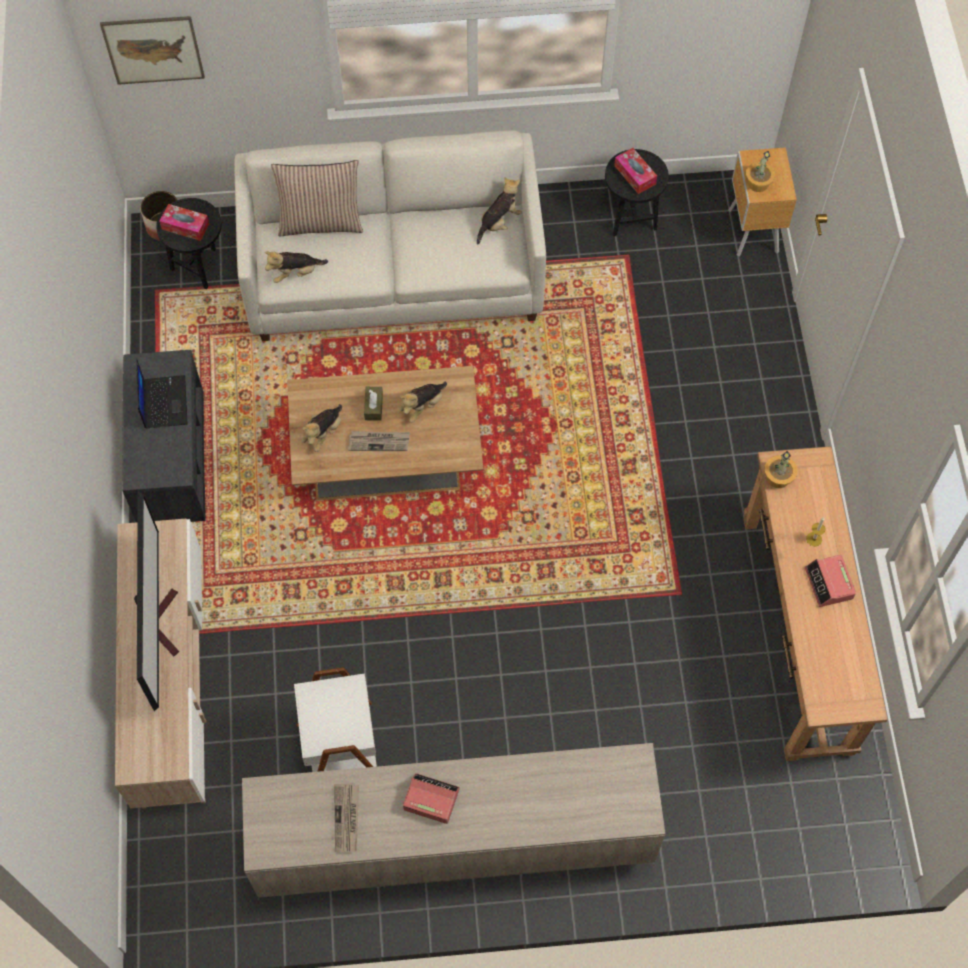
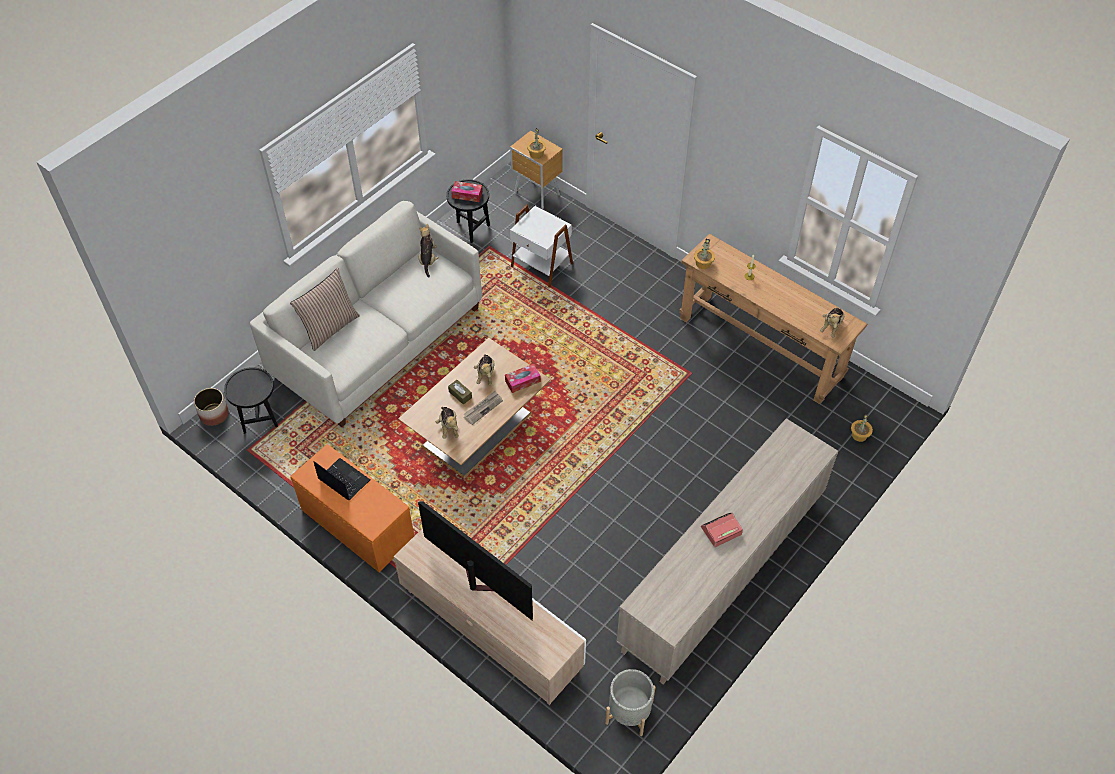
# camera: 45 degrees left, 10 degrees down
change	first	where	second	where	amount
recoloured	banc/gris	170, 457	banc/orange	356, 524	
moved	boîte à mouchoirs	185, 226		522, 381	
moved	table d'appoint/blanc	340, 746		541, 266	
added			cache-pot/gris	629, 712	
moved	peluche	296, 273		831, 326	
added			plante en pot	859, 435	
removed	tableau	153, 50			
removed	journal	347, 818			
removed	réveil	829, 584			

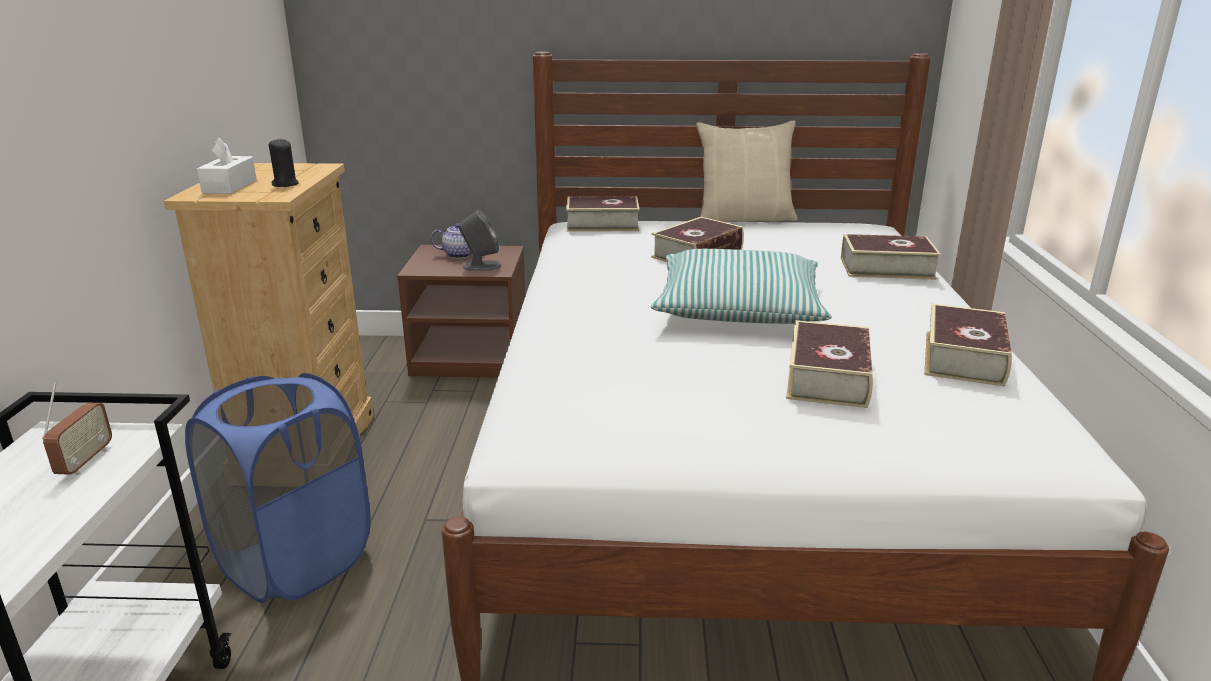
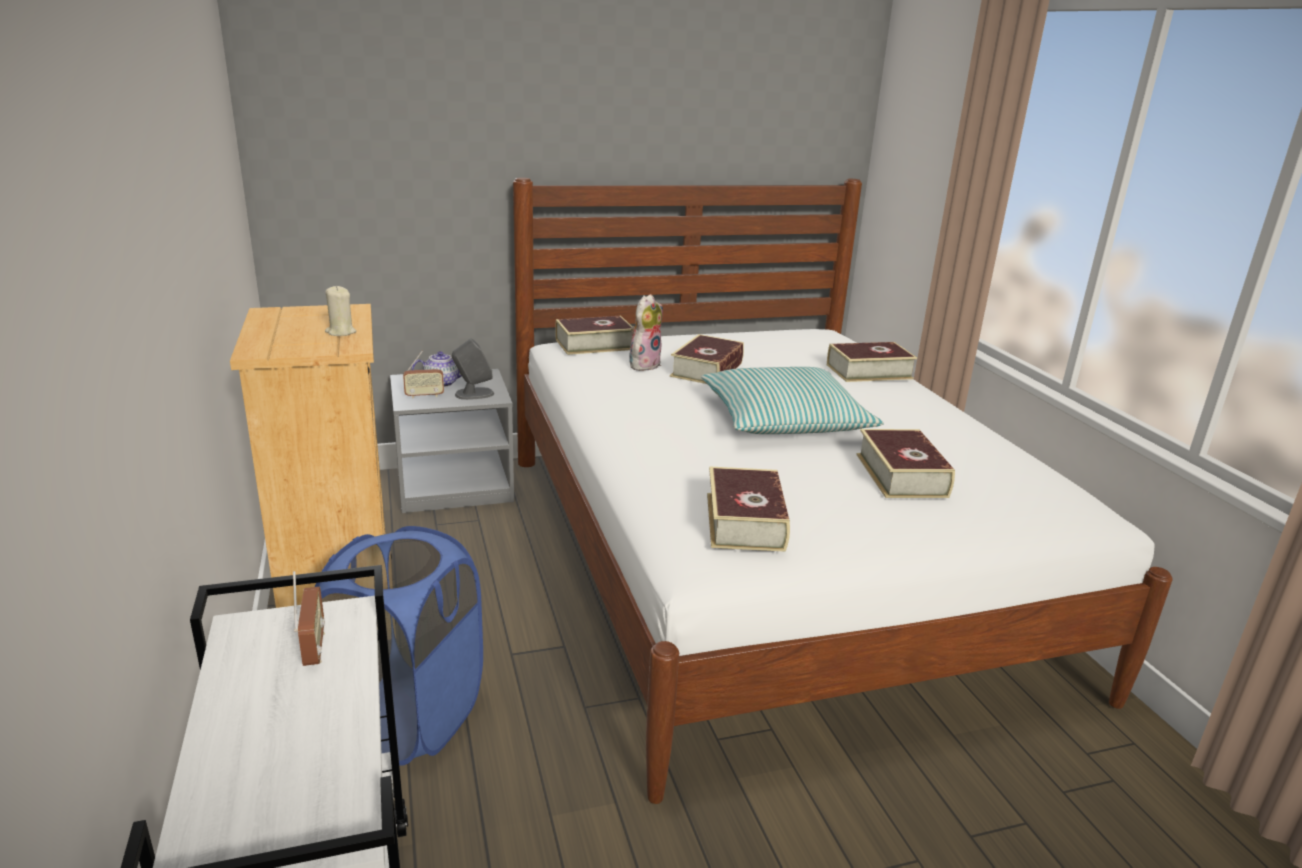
# camera: 20 degrees left, 0 degrees up
change	first	where	second	where	amount
recoloured	bougie/noir	285, 184	bougie/beige	340, 332	
recoloured	table de chevet/marron	472, 357	table de chevet/gris	455, 486	
added			radio	424, 396	
added			peluche	644, 364	
moved	livre	964, 358		745, 521	
removed	boîte à mouchoirs/blanc	230, 186			
removed	coussin/beige	744, 218			

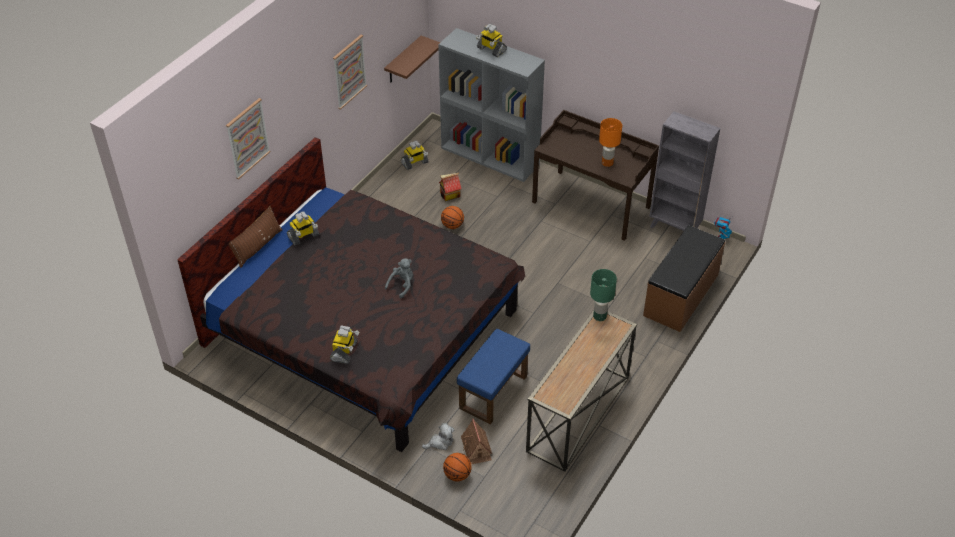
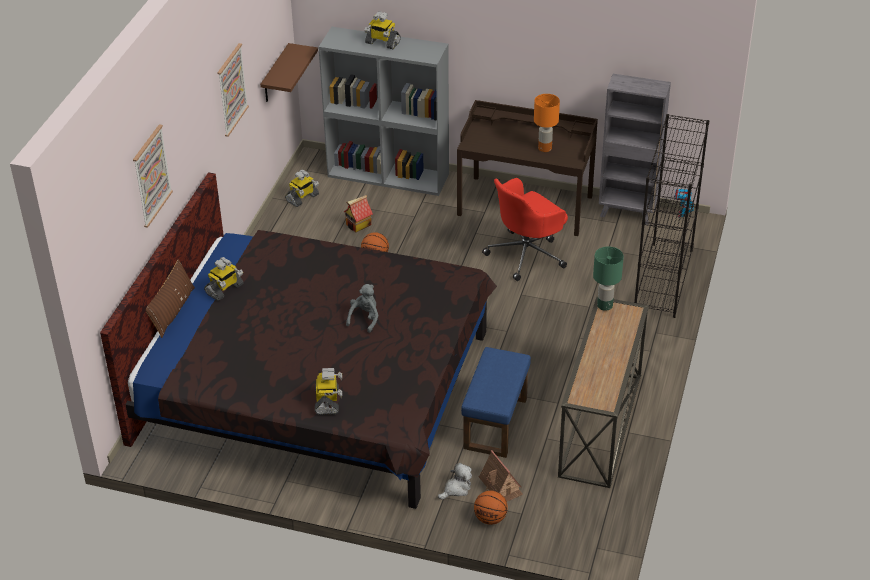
# camera: 15 degrees left, 5 degrees down
change	first	where	second	where	amount
added			chaise de bureau/rouge	527, 254	
replaced	banc/marron	681, 295	bibliothèque/noir	664, 280	

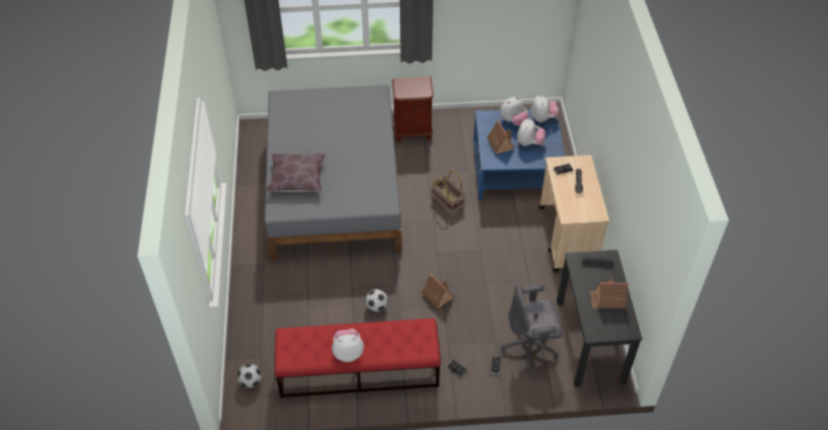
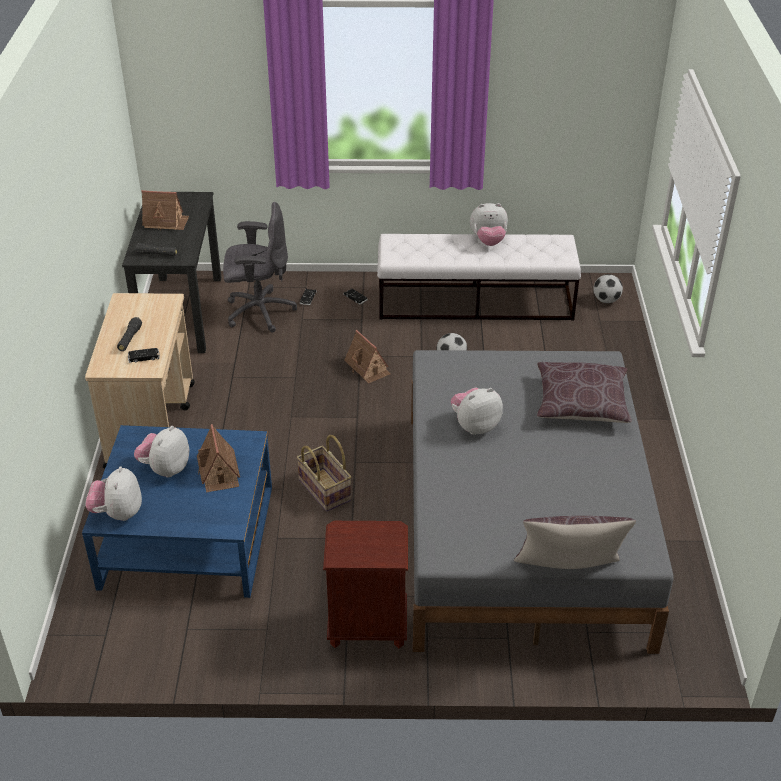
# camera: 175 degrees left, 10 degrees down
change	first	where	second	where	amount
recoloured	banc/rouge	358, 371	banc/blanc	476, 302	
moved	peluche	513, 121		474, 426	
added			coussin/marron	568, 573	

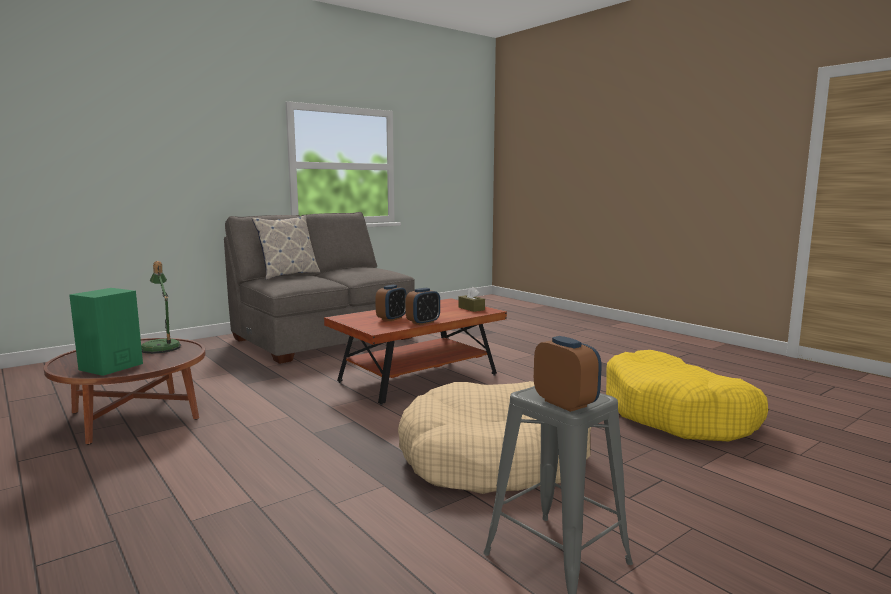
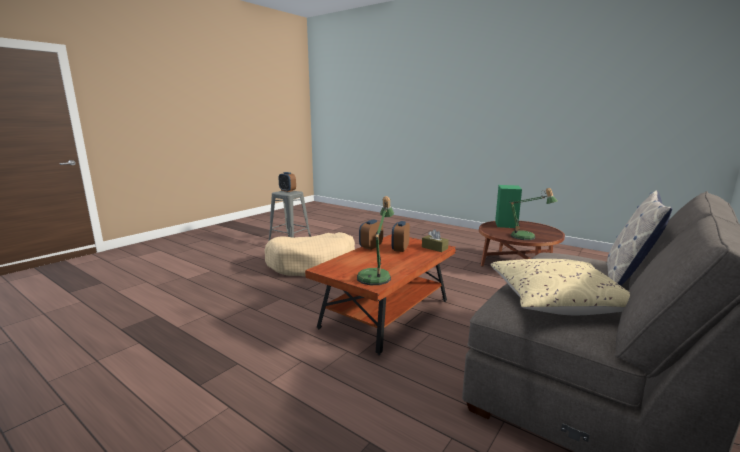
# camera: 165 degrees right, 5 degrees up
change	first	where	second	where	amount
added			lampe de table	376, 276	
moved	boîte à mouchoirs/marron	471, 308		434, 248	
added			coussin/beige	557, 301	
removed	panier pour chien/jaune	677, 415			

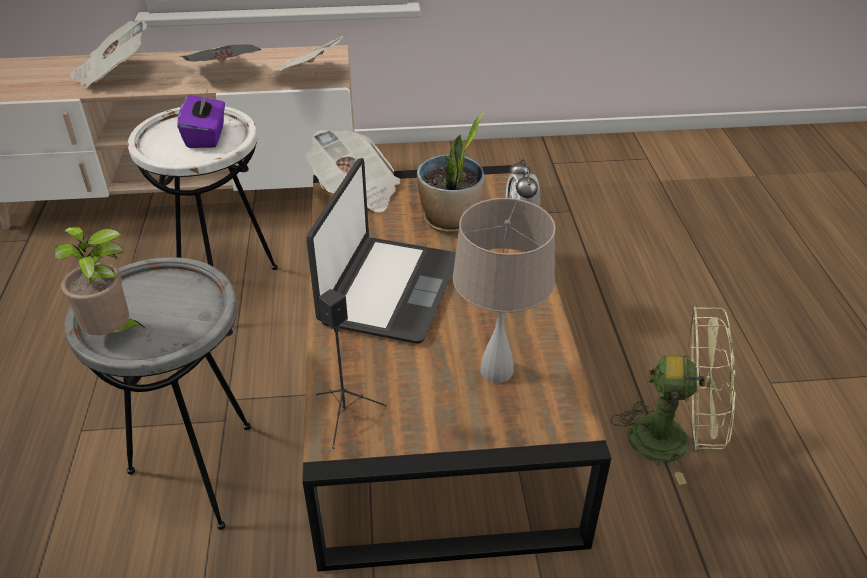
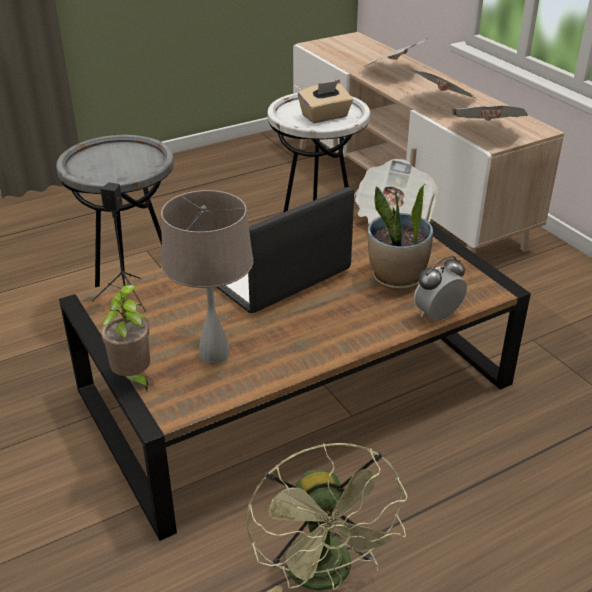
# camera: 65 degrees right, 5 degrees down
change	first	where	second	where	amount
moved	plante en pot	113, 334		133, 378	
turned	ordinateur portable	388, 290		276, 274	150 degrees clockwise
recoloured	boîte à mouchoirs/violet	206, 136	boîte à mouchoirs/beige	325, 116	

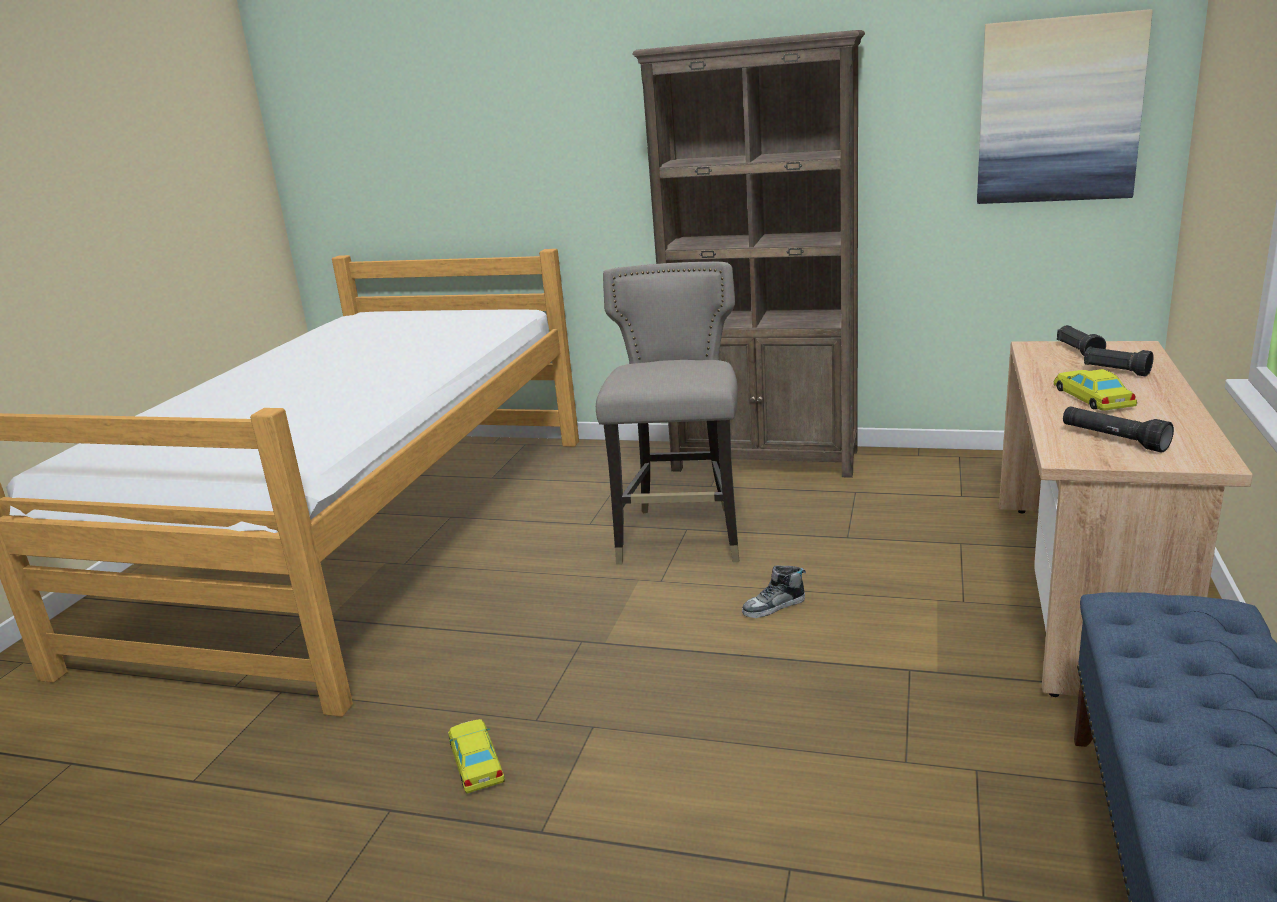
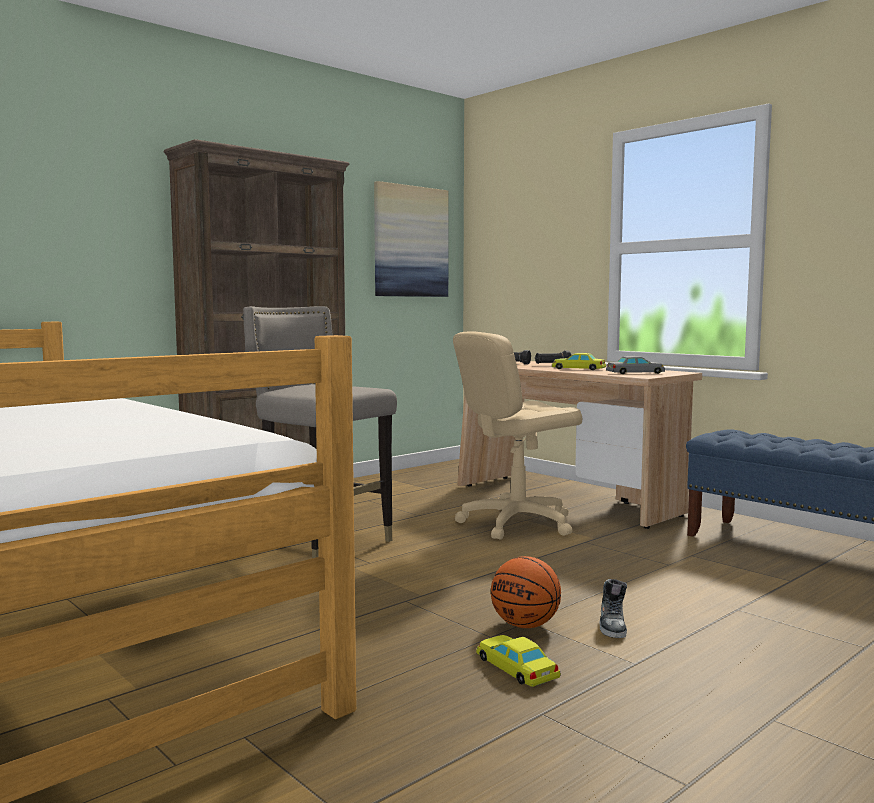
# camera: 60 degrees left, 15 degrees down
change	first	where	second	where	amount
added			chaise de bureau/beige	516, 523	
turned	petite voiture/jaune	476, 761		516, 667	45 degrees clockwise
added			ballon de basket	525, 625	
moved	chaussure	774, 606		613, 625	
replaced	lampe de poche/noir	1113, 440	petite voiture/gris	635, 373	

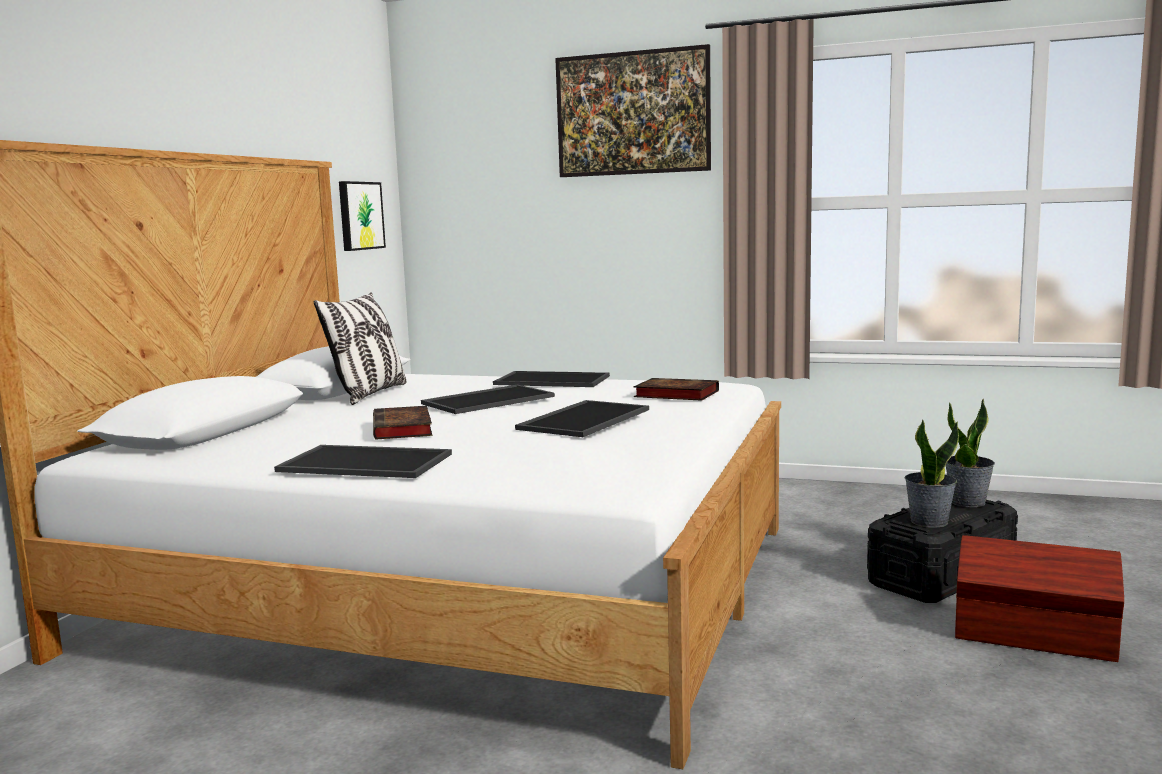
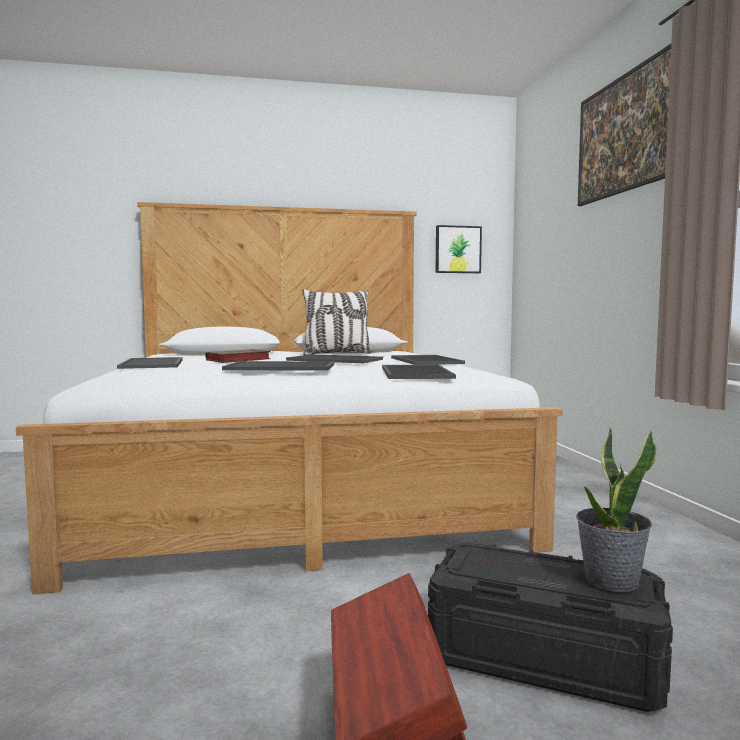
# camera: 60 degrees right, 5 degrees down
change	first	where	second	where	amount
replaced	livre	674, 394	plateau	414, 372	
removed	plante en pot	928, 521			

